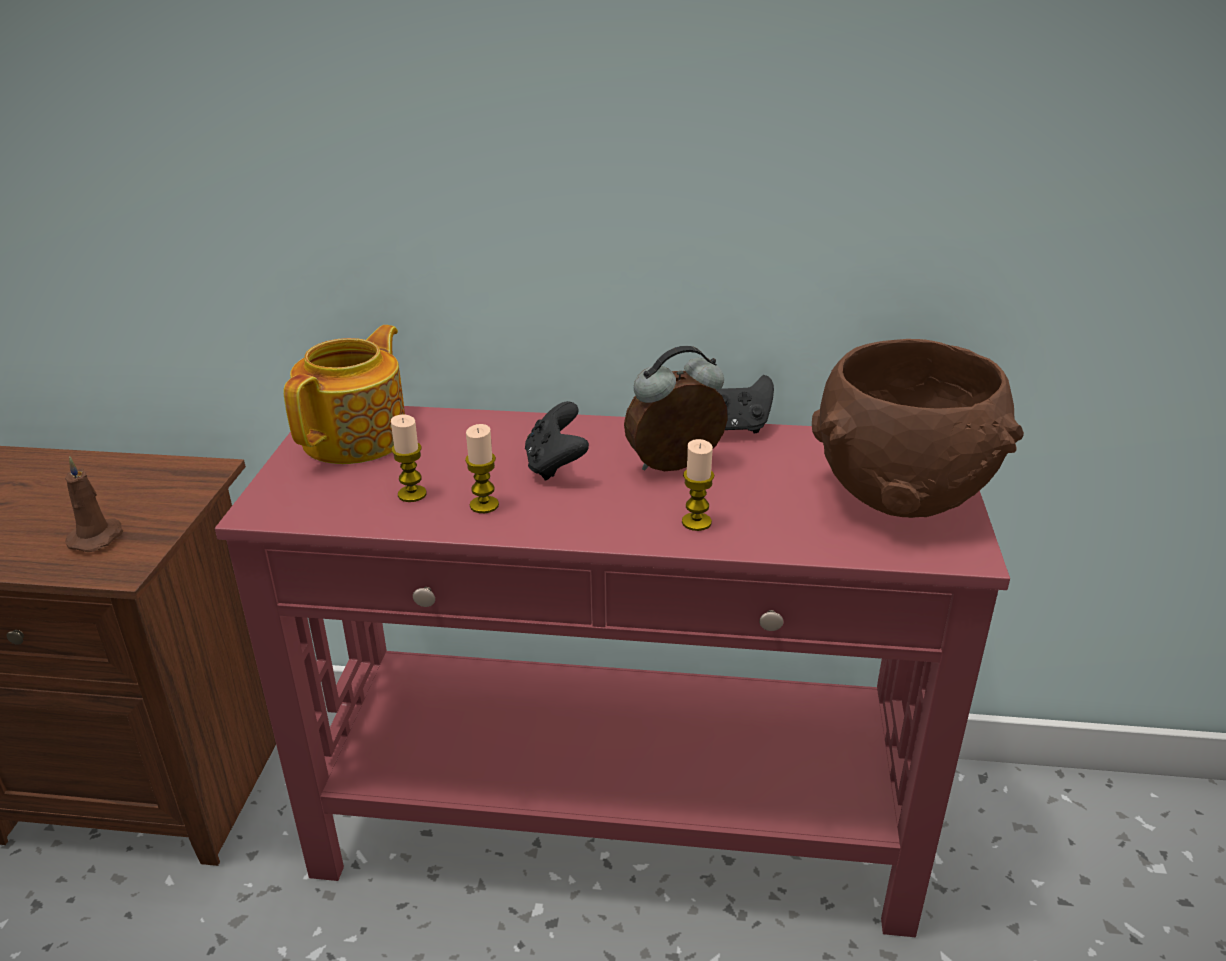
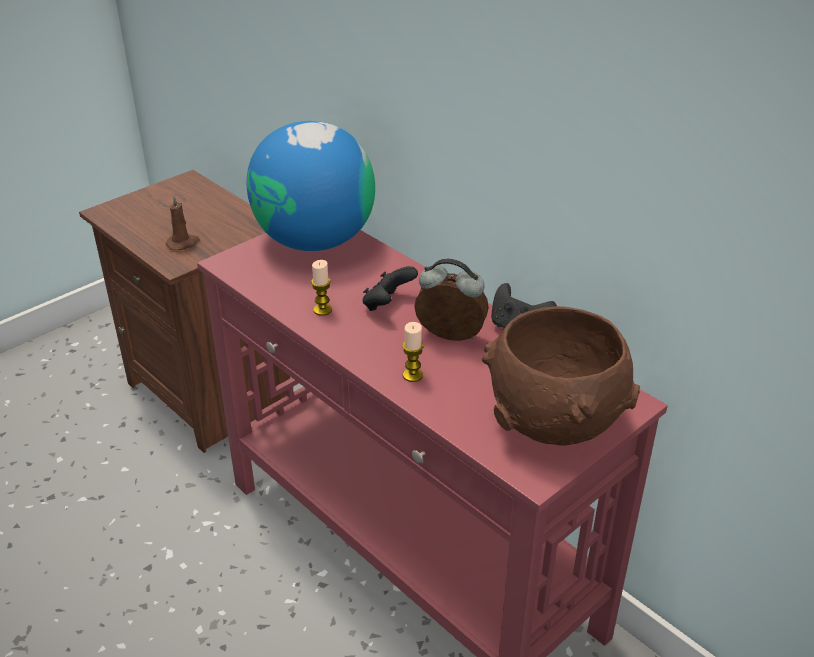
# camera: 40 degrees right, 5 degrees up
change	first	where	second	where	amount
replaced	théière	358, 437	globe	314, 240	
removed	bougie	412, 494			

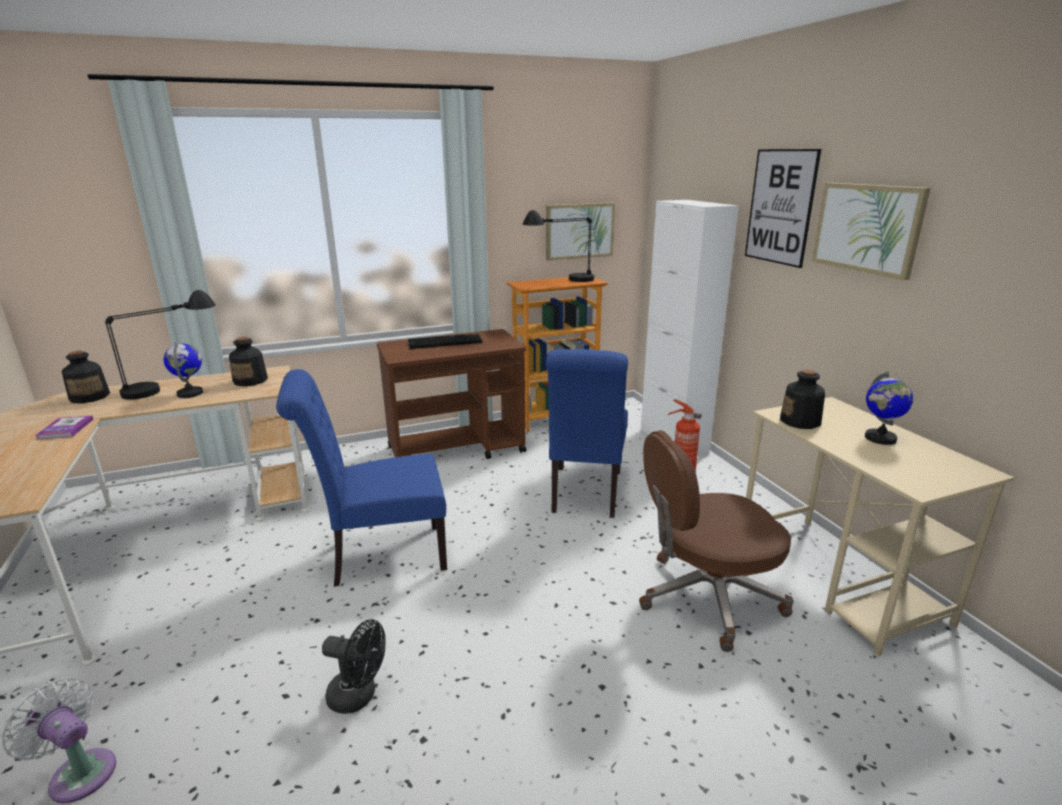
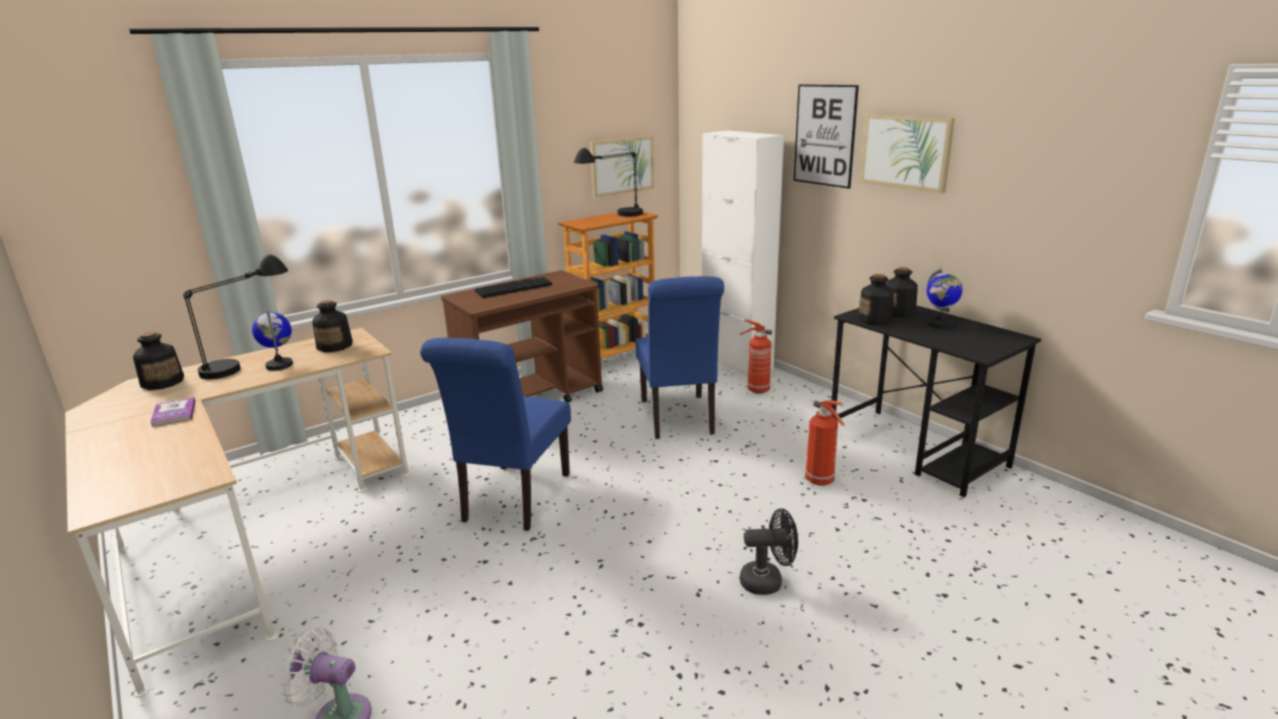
# camera: 15 degrees left, 0 degrees up
change	first	where	second	where	amount
turned	chaise/bleu	380, 556		513, 500	45 degrees counterclockwise
moved	ventilateur/noir	359, 696		768, 581	
replaced	chaise de bureau/marron	706, 597	extincteur	821, 481	
recoloured	bureau/beige	838, 580	bureau/noir	917, 450	
added			bouteille	898, 311	

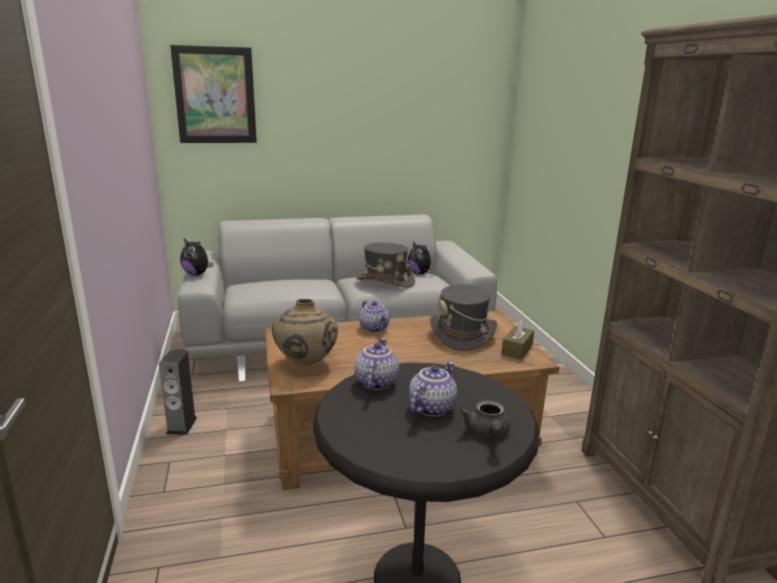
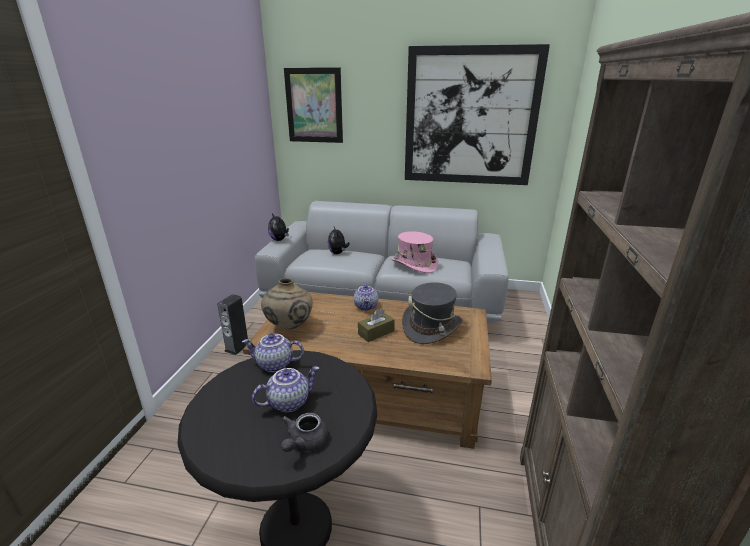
# camera: 25 degrees right, 5 degrees up
change	first	where	second	where	amount
turned	théière	375, 382		274, 365	120 degrees counterclockwise
moved	peluche	420, 273		338, 253	
moved	boîte à mouchoirs/marron	517, 349		376, 332	
recoloured	chapeau/gris	385, 281	chapeau/rose	414, 264	
added			tableau	470, 117	

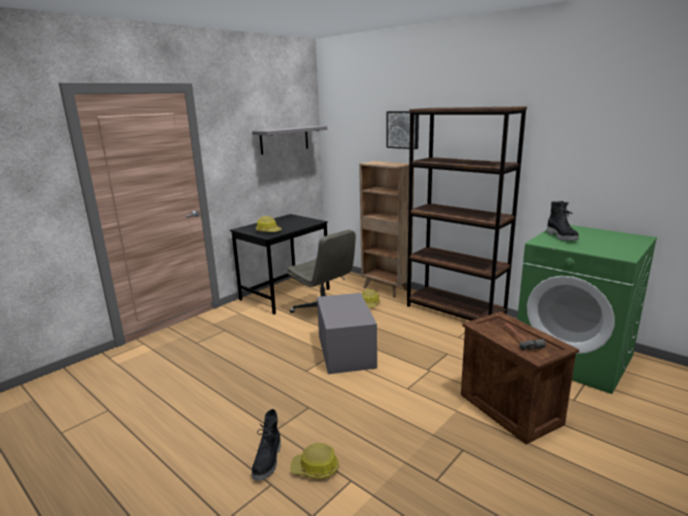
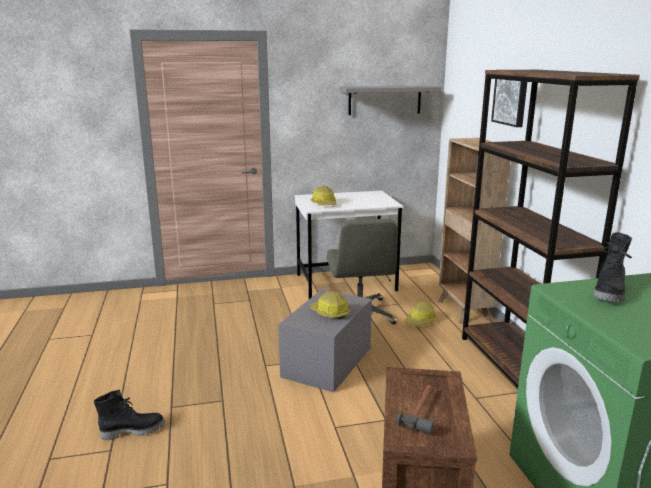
# camera: 35 degrees right, 0 degrees up
change	first	where	second	where	amount
turned	botte/noir	268, 461		133, 430	150 degrees counterclockwise
recoloured	bureau/noir	285, 294	bureau/blanc	346, 283	
moved	casque de chantier	315, 469		330, 313	

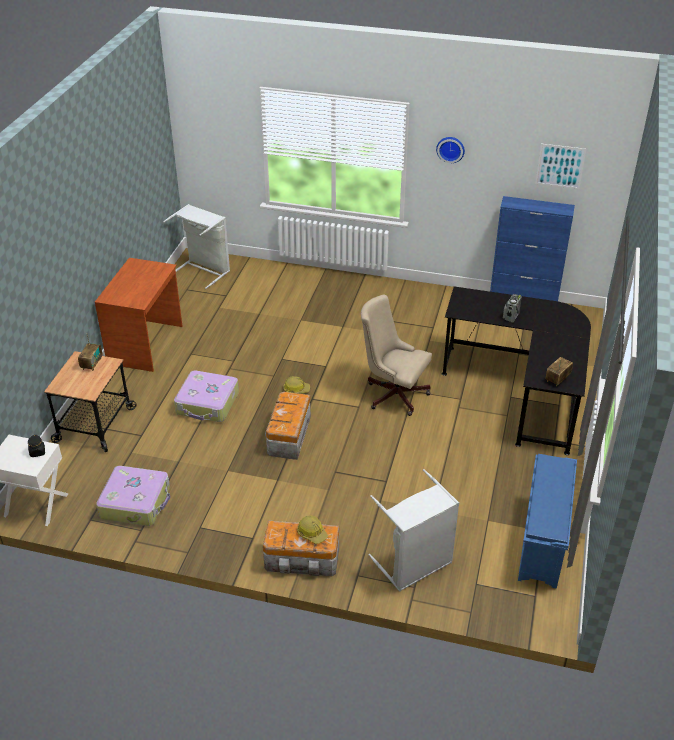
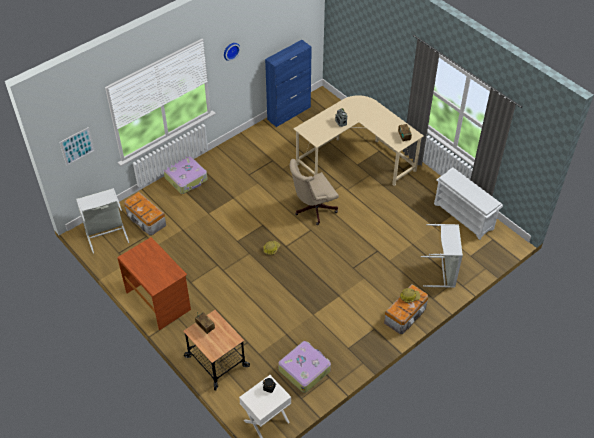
# camera: 55 degrees left, 10 degrees up
change	first	where	second	where	amount
moved	tableau	560, 166		77, 146	
moved	boîte de rangement	288, 437		146, 220	
moved	valise	207, 404		186, 179	
recoloured	bureau/noir	522, 390	bureau/beige	356, 157	
recoloured	étagère à chaussures/bleu	543, 543	étagère à chaussures/blanc	464, 216	

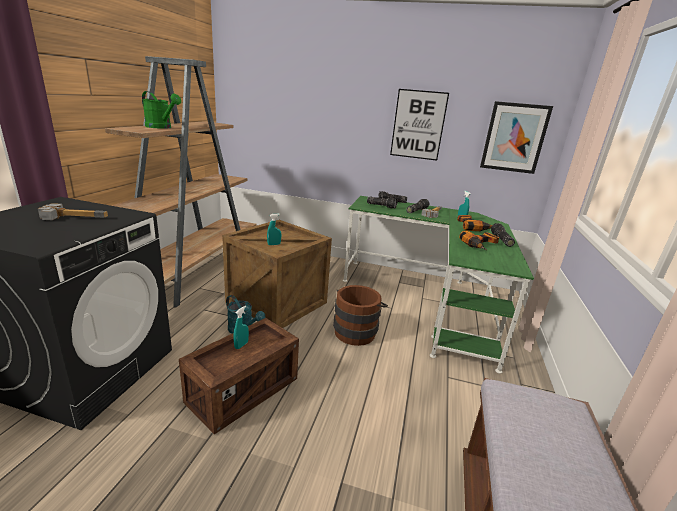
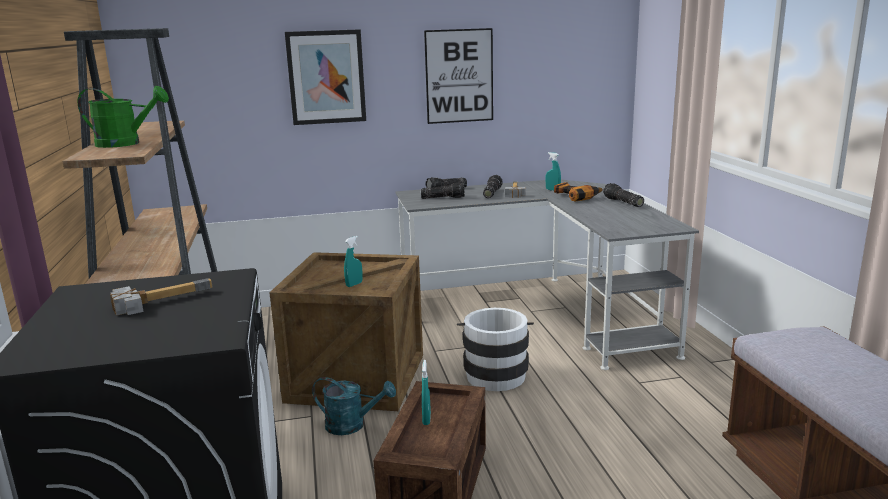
# camera: 25 degrees left, 5 degrees down
change	first	where	second	where	amount
moved	tableau	514, 138		326, 77	
recoloured	bureau/vert	429, 300	bureau/gris	542, 311	
recoloured	seau/marron	356, 330	seau/blanc	495, 373	
removed	perceuse	481, 245			

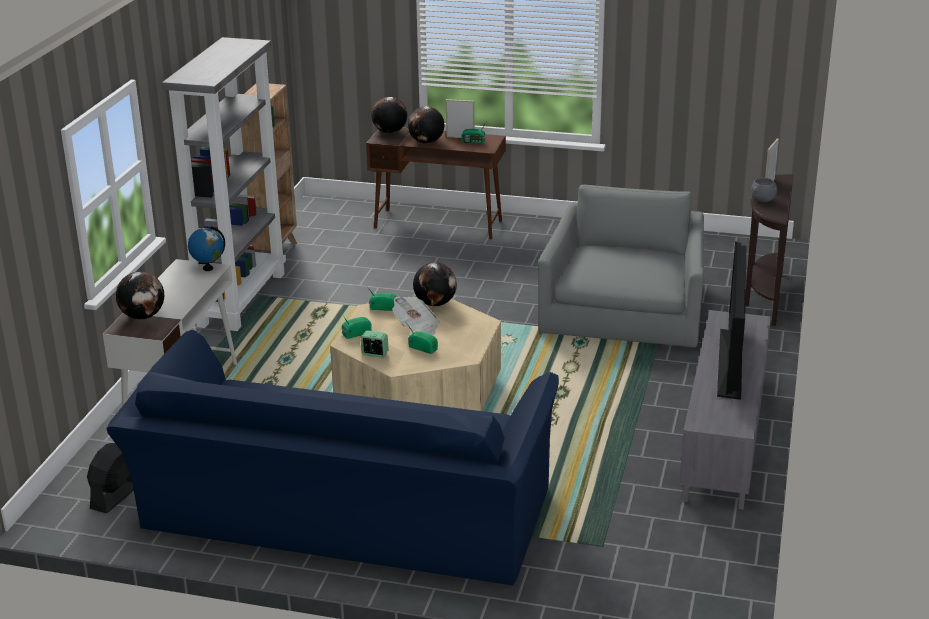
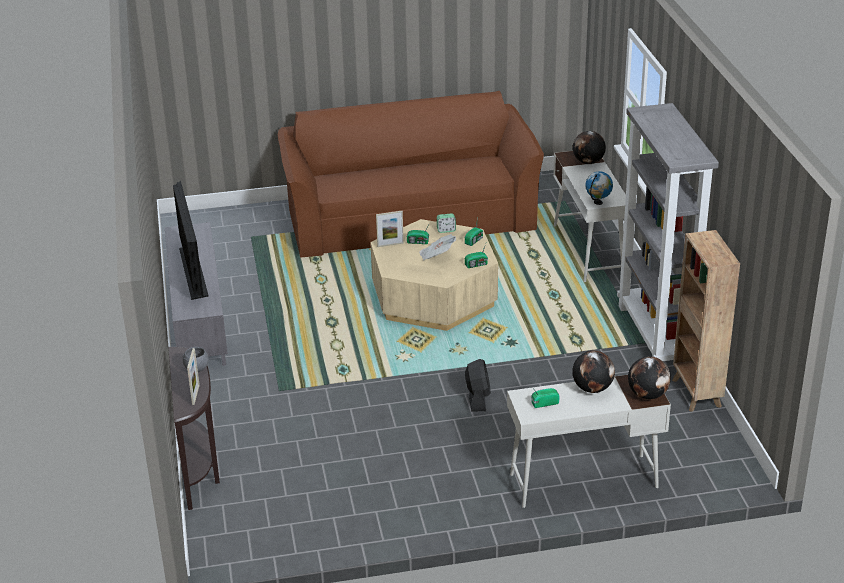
# camera: 155 degrees right, 5 degrees up
change	first	where	second	where	amount
recoloured	canapé/bleu	343, 517	canapé/marron	409, 215	
moved	cadre photo	460, 137		390, 244	
moved	ventilateur/noir	115, 496		477, 398	
recoloured	bureau/marron	439, 224	bureau/blanc	583, 481	
removed	globe	435, 303			
removed	fauteuil/gris	624, 310			

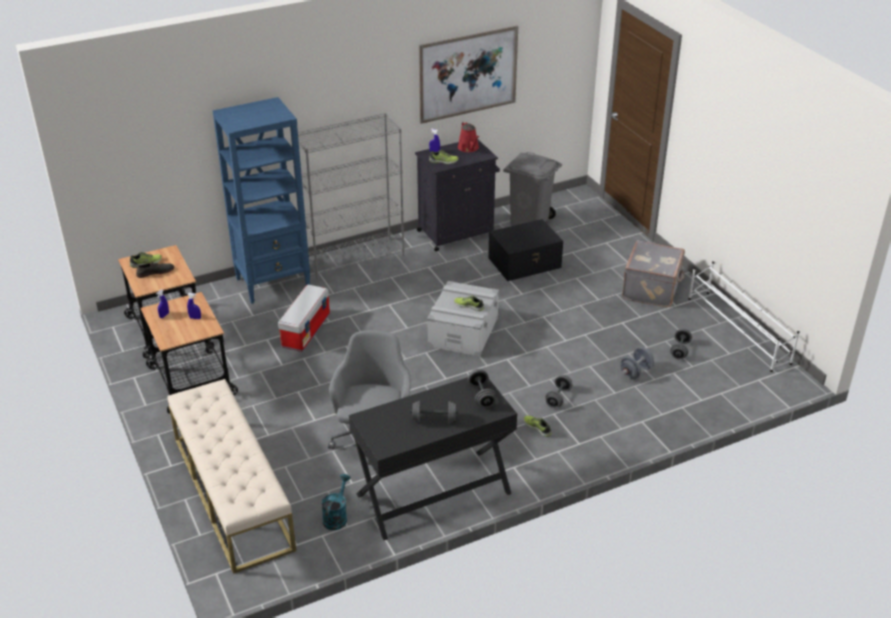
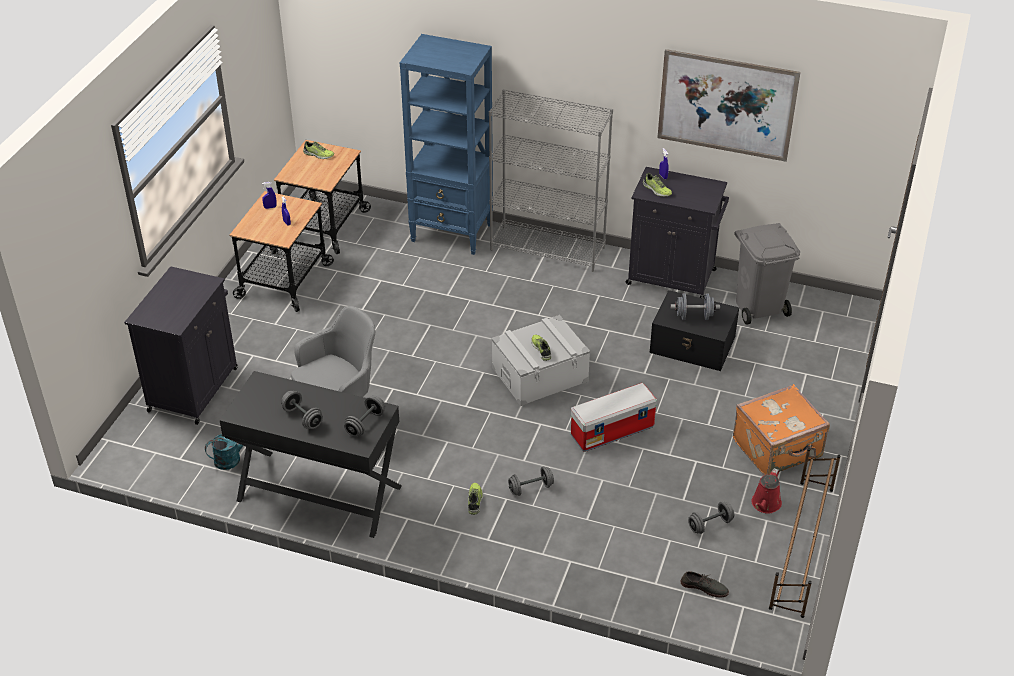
# camera: 45 degrees right, 5 degrees up
change	first	where	second	where	amount
replaced	banc/beige	232, 492	meuble de rangement/noir	194, 388	
moved	boîte de rangement	306, 330		612, 430	
moved	haltère/gris	635, 372		694, 316	
moved	chaussure/gris	155, 272		704, 587	
recoloured	valise/gris	652, 289	valise/orange	778, 449	
moved	arrosoir/rouge	469, 148		765, 505	
recoloured	étagère à chaussures/blanc	738, 331	étagère à chaussures/marron	801, 547	

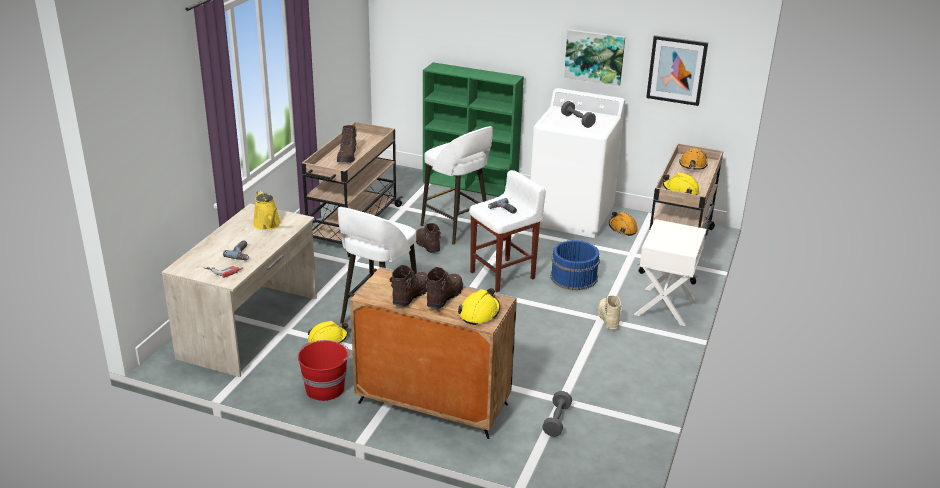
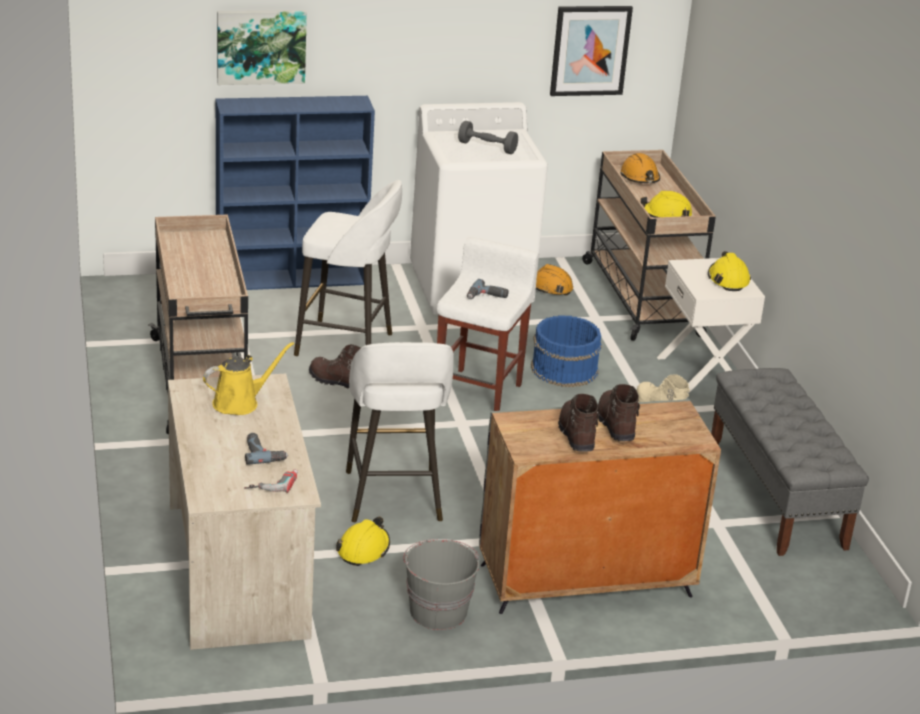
# camera: 35 degrees left, 0 degrees up
change	first	where	second	where	amount
turned	arrosoir/jaune	268, 225		240, 403	60 degrees counterclockwise
recoloured	bibliothèque/vert	471, 185	bibliothèque/bleu	292, 278	
moved	tableau	594, 56		261, 46	
recoloured	seau/rouge	325, 388	seau/gris	437, 611	
moved	casque de chantier/jaune	479, 313		728, 279	
added			banc/gris	776, 495	
removed	botte/marron	347, 157			
removed	haltère/gris	556, 421			

